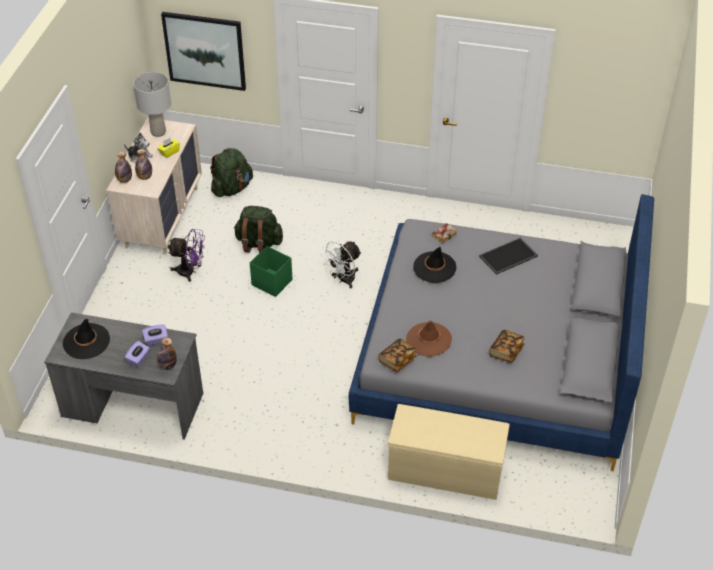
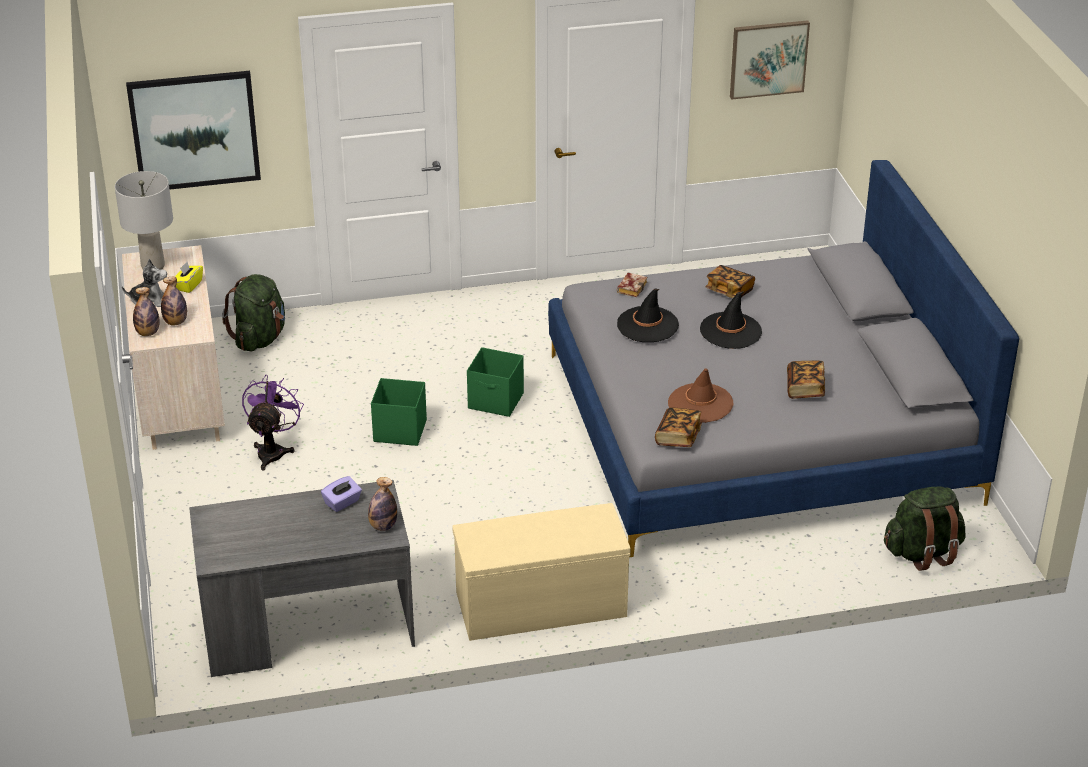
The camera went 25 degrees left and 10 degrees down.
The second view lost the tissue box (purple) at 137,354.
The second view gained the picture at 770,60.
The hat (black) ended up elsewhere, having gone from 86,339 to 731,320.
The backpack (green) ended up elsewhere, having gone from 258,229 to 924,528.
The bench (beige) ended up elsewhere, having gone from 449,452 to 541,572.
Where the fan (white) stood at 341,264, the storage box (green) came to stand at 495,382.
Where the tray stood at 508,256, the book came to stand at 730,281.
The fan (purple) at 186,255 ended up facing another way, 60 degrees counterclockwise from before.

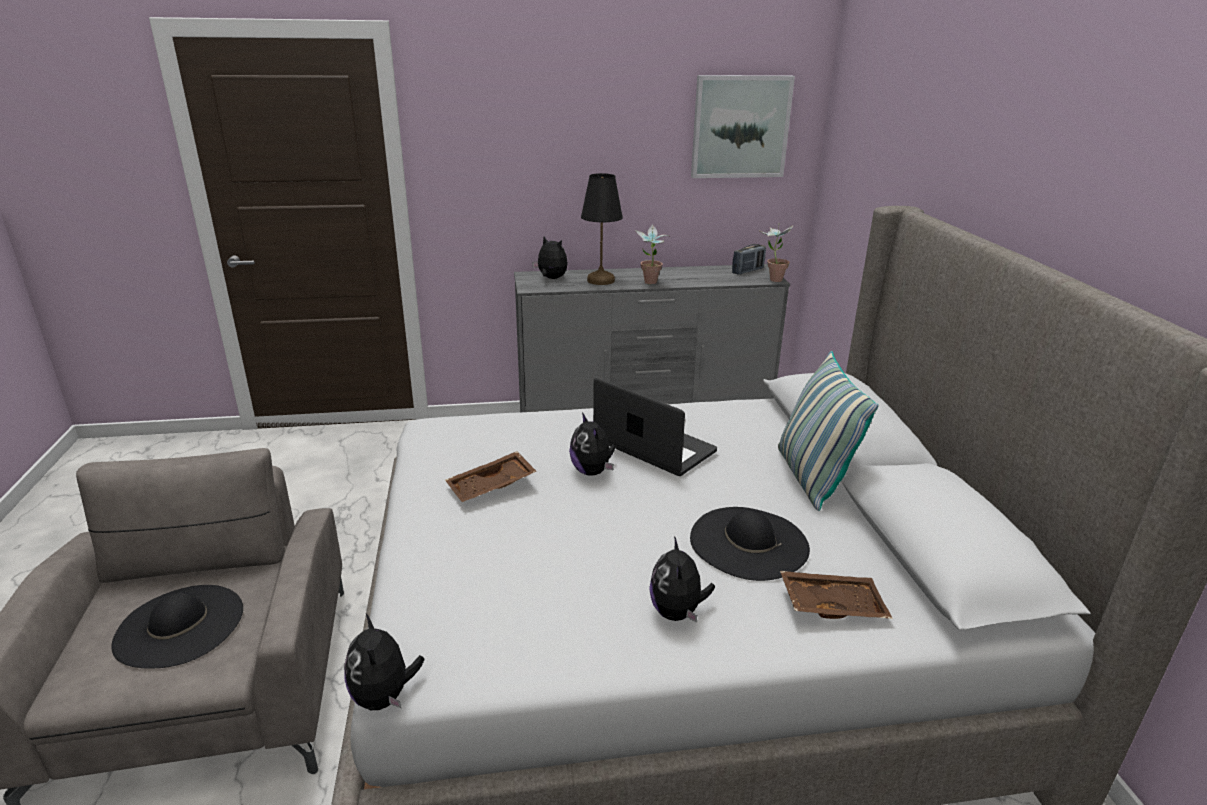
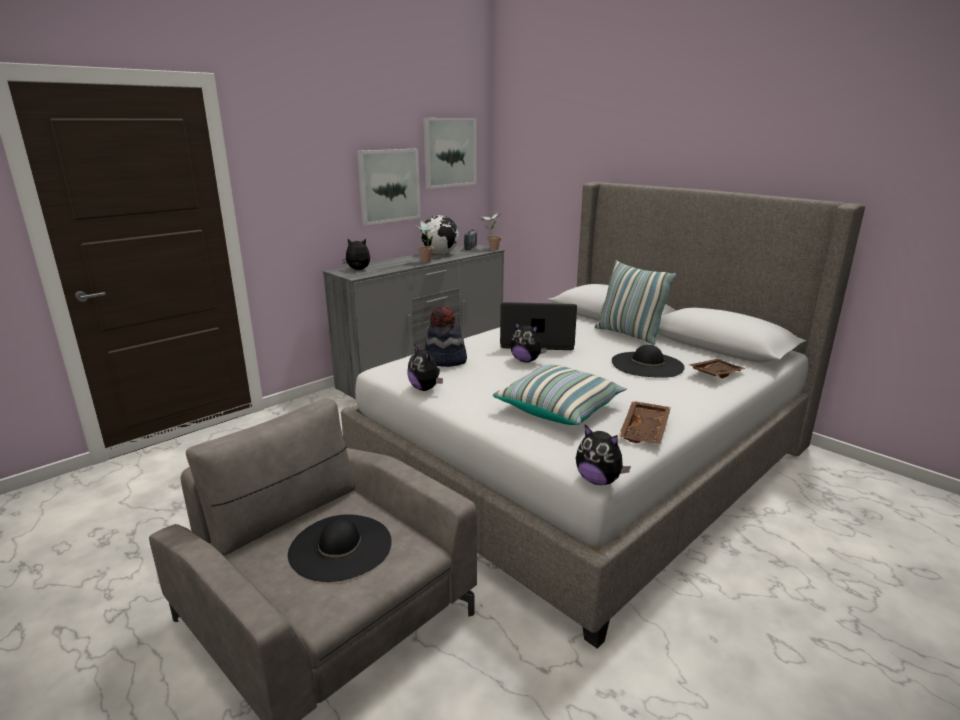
The camera went 35 degrees left and 5 degrees down.
The second view lost the table lamp (black) at 602,229.
The second view gained the picture at 389,187.
The second view gained the globe at 439,235.
The second view gained the hat at 446,336.
The second view gained the pillow at 560,395.
The tray (brown) ended up elsewhere, having gone from 491,476 to 644,422.
The plush toy ended up elsewhere, having gone from 682,579 to 425,367.

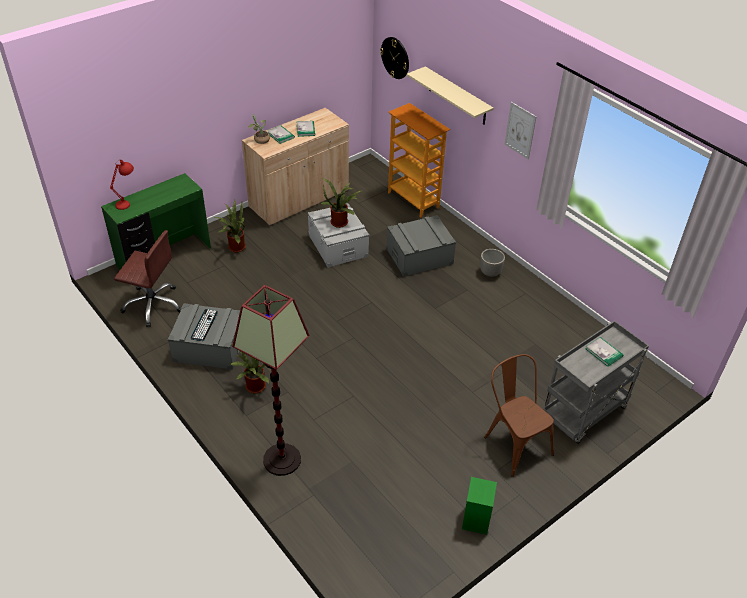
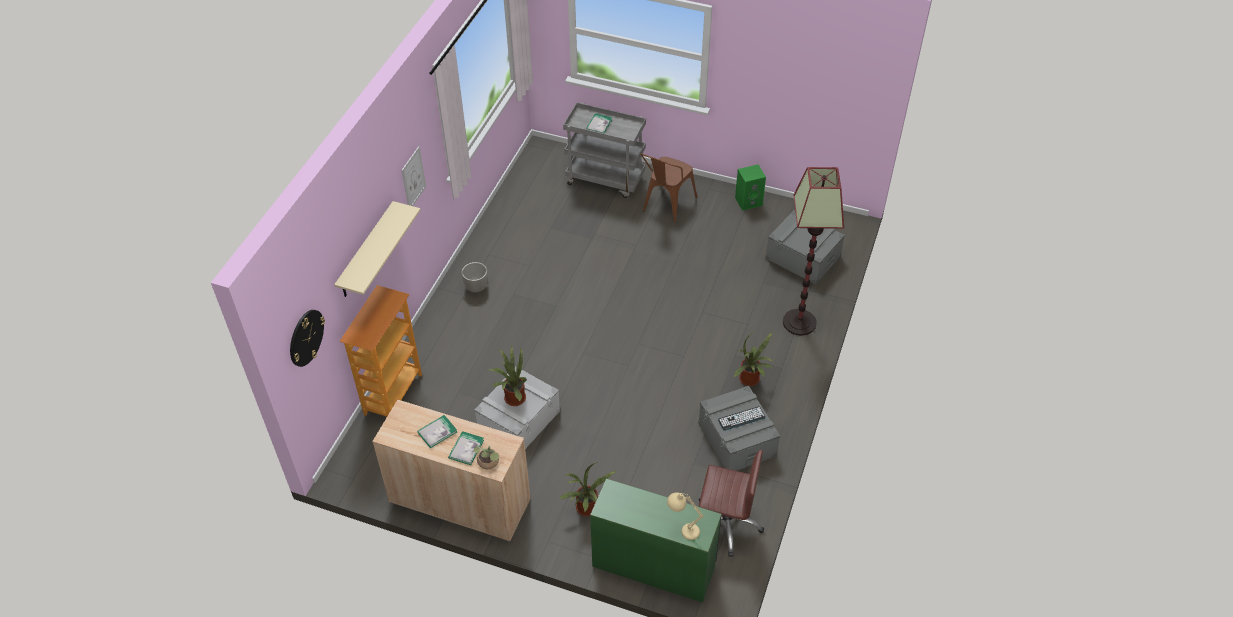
The camera went 120 degrees left and 5 degrees up.
The storage box (grey) ended up elsewhere, having gone from 421,246 to 805,247.
What was the table lamp (red) at 122,185 turned into the table lamp (beige) at 685,516.
The office chair (brown) at 148,278 ended up facing another way, 120 degrees clockwise from before.

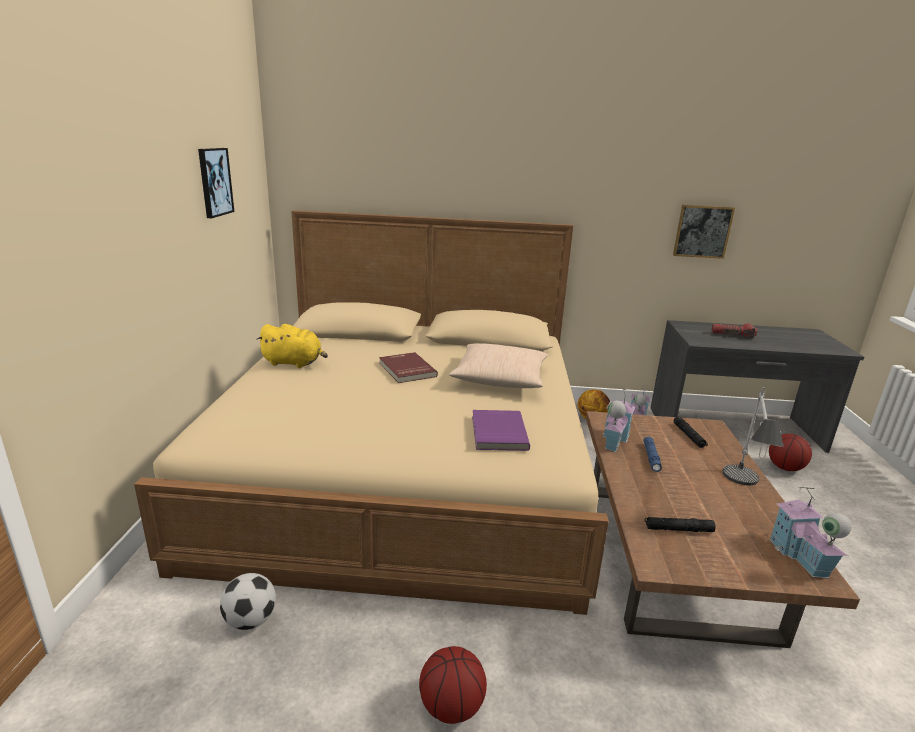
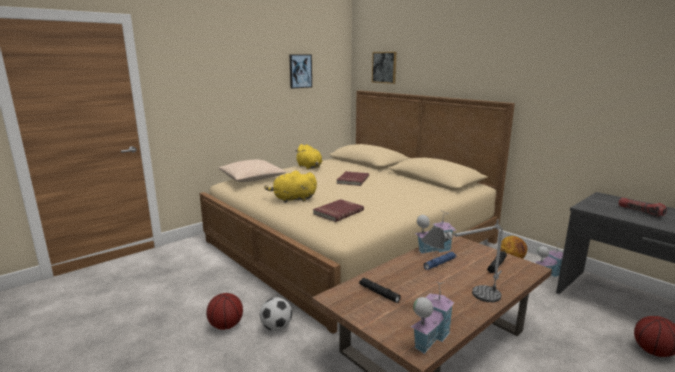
The camera went 45 degrees right and 5 degrees down.
The second view gained the plush toy (yellow) at 290,187.
The football ended up elsewhere, having gone from 248,601 to 276,314.
The pillow (beige) ended up elsewhere, having gone from 498,365 to 252,171.
The picture ended up elsewhere, having gone from 704,232 to 384,68.
What was the book (purple) at 501,430 turned into the book (red) at 338,210.

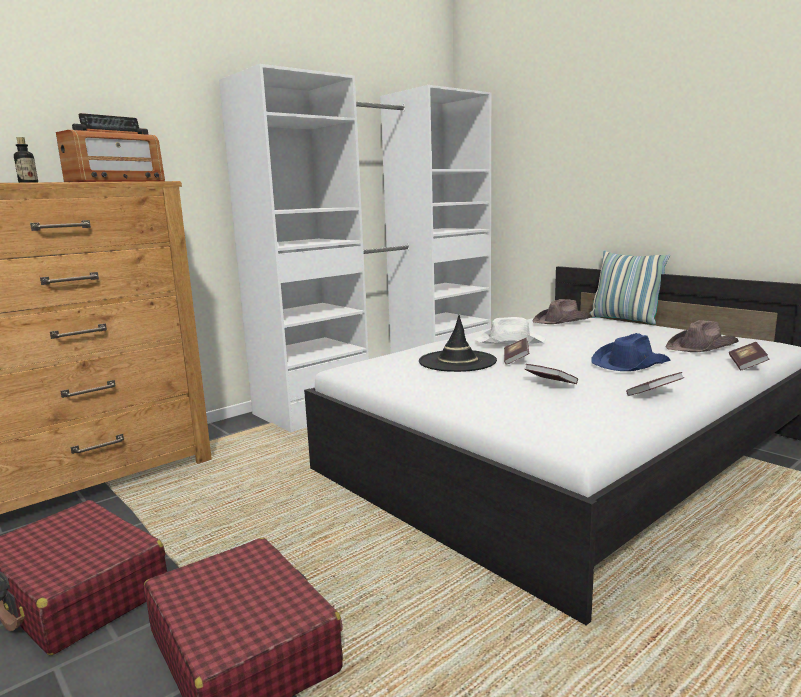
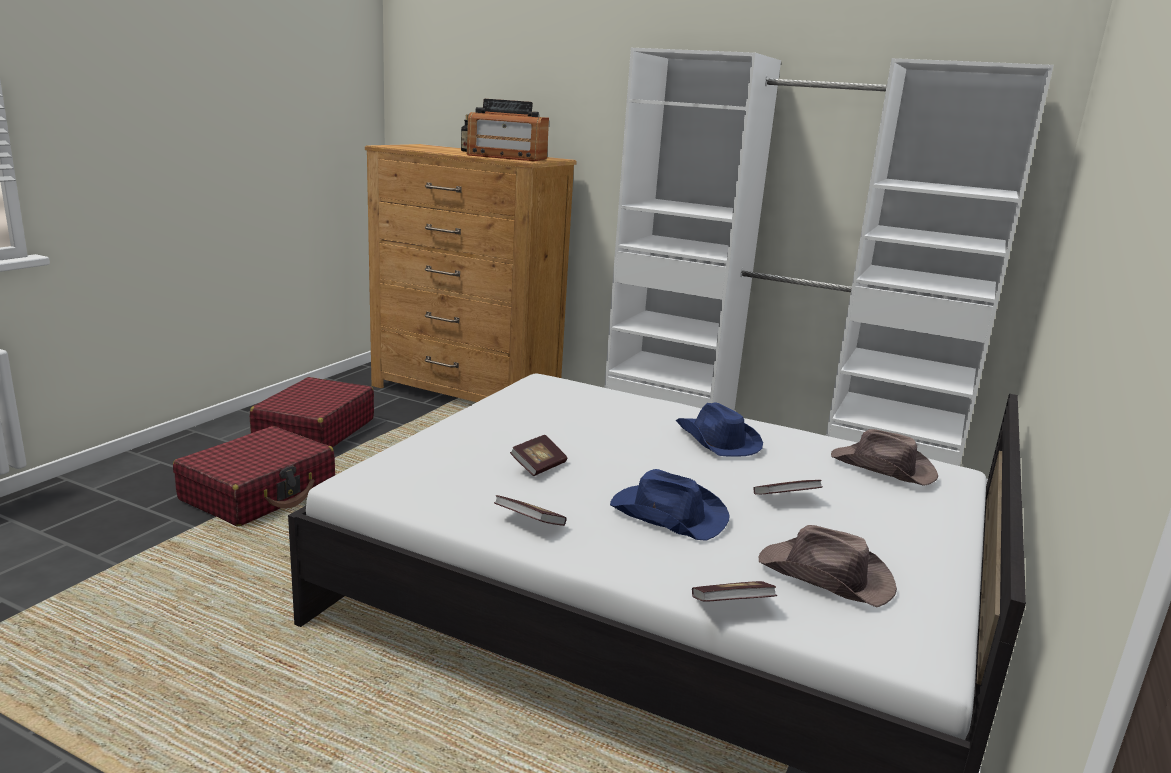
The camera went 65 degrees right and 5 degrees up.
The second view lost the hat (black) at 458,343.
The second view lost the pillow at 630,287.
The book ended up elsewhere, having gone from 516,351 to 788,487.
What was the hat (white) at 510,330 turned into the hat (blue) at 719,429.

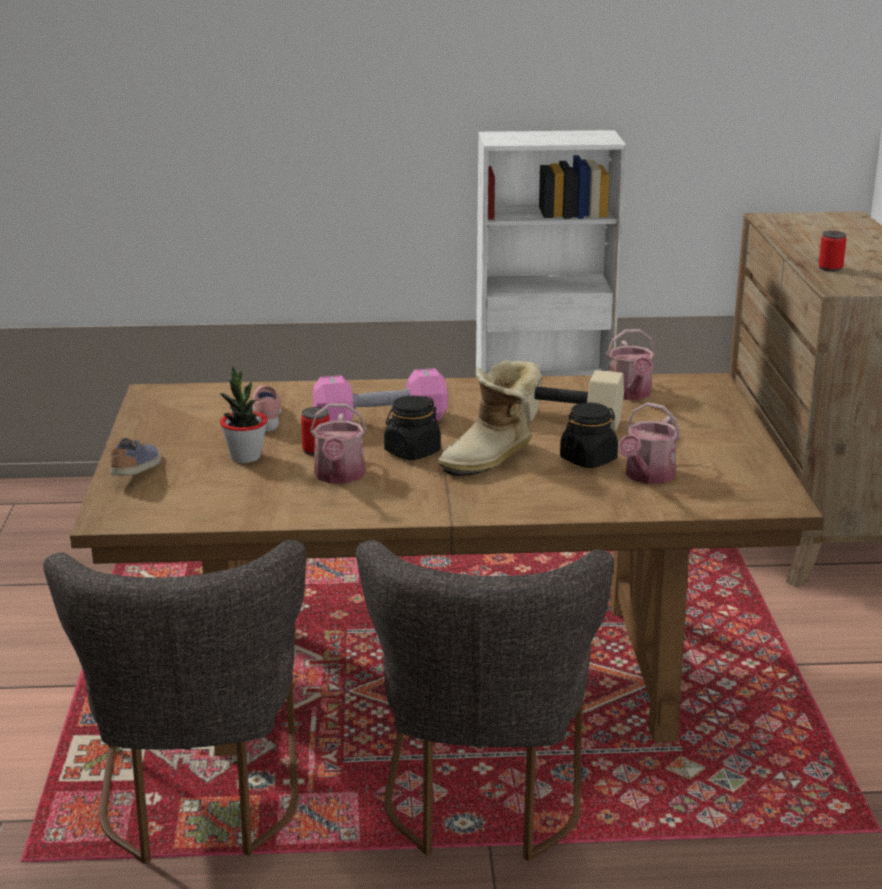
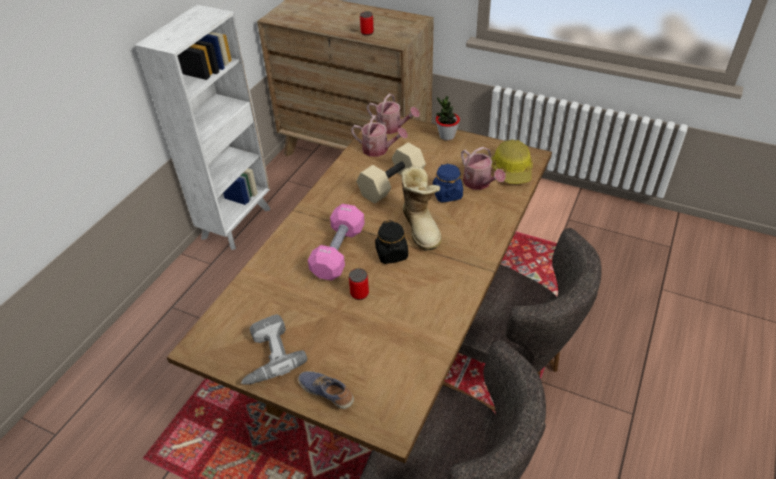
The camera went 60 degrees left and 20 degrees up.
The second view lost the shoe (pink) at 267,408.
The second view gained the power drill at 274,349.
The second view gained the hard hat at 512,161.
The potted plant ended up elsewhere, having gone from 243,414 to 448,118.
The watering can ended up elsewhere, having gone from 338,443 to 393,114.
What was the jar (black) at 589,435 turned into the jar (blue) at 448,182.

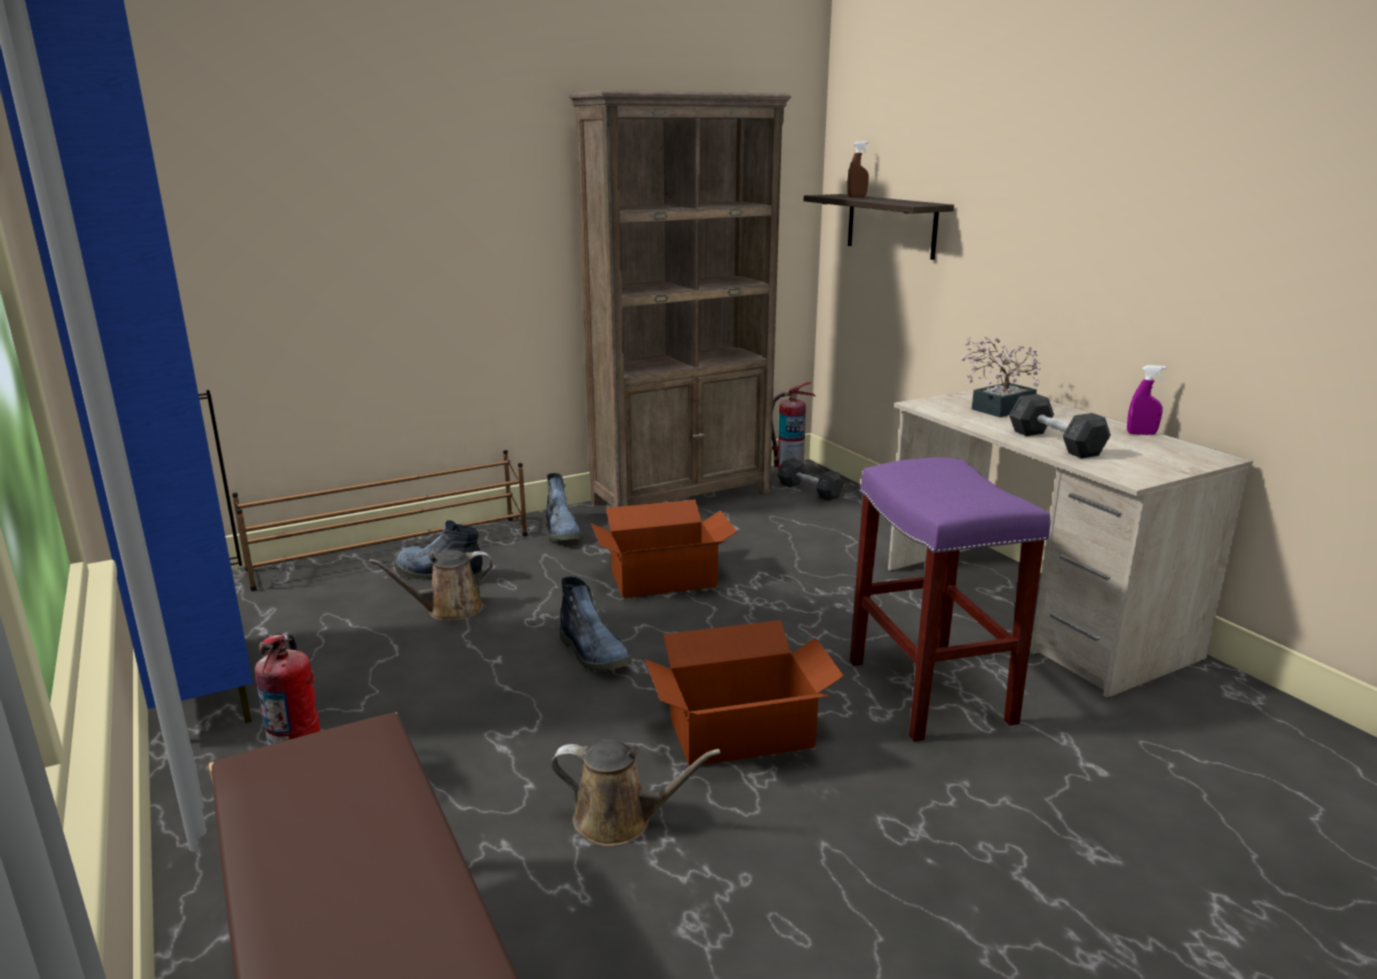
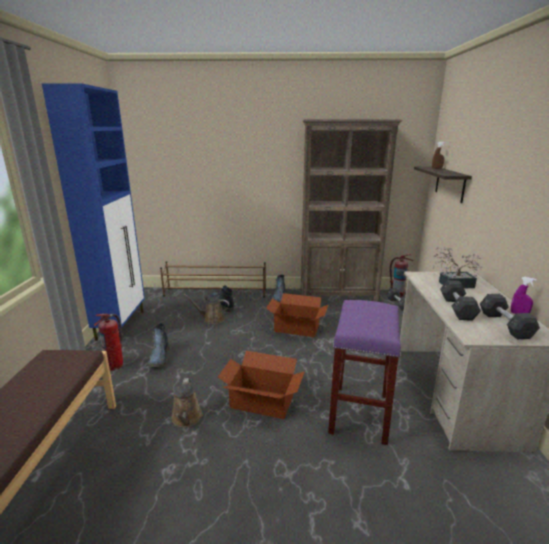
The camera went 30 degrees right and 0 degrees up.
The second view gained the dumbbell (grey) at 510,316.
The boot ended up elsewhere, having gone from 595,624 to 158,345.
The watering can (brown) at 636,793 ended up facing another way, 45 degrees clockwise from before.

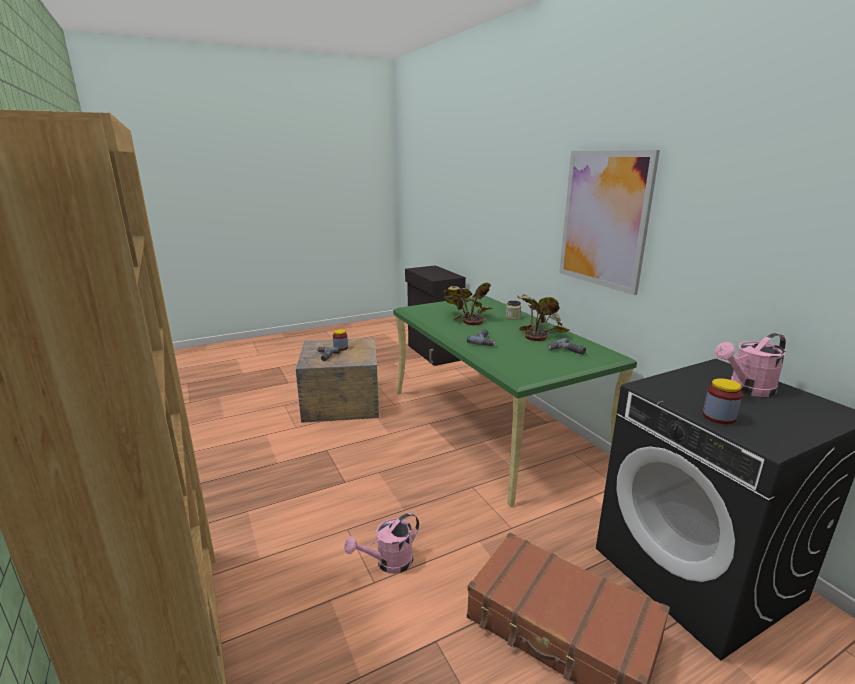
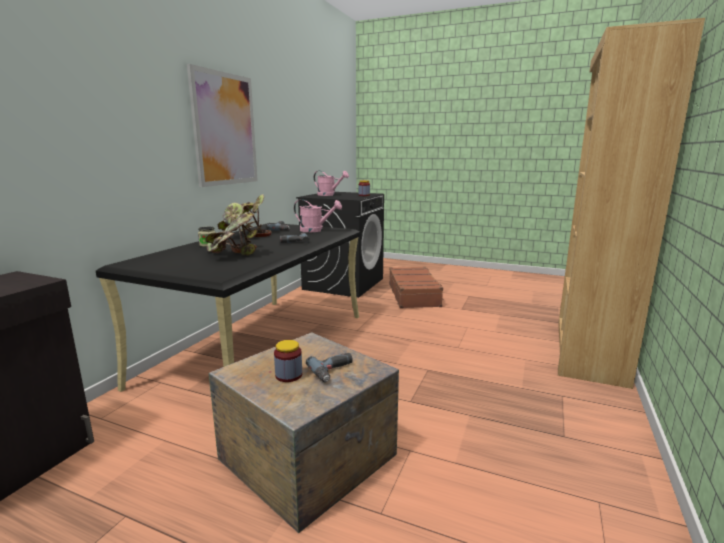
The camera went 130 degrees left and 5 degrees down.
The watering can (pink) ended up elsewhere, having gone from 381,543 to 318,215.
What was the desk (green) at 515,401 turned into the desk (black) at 228,307.

